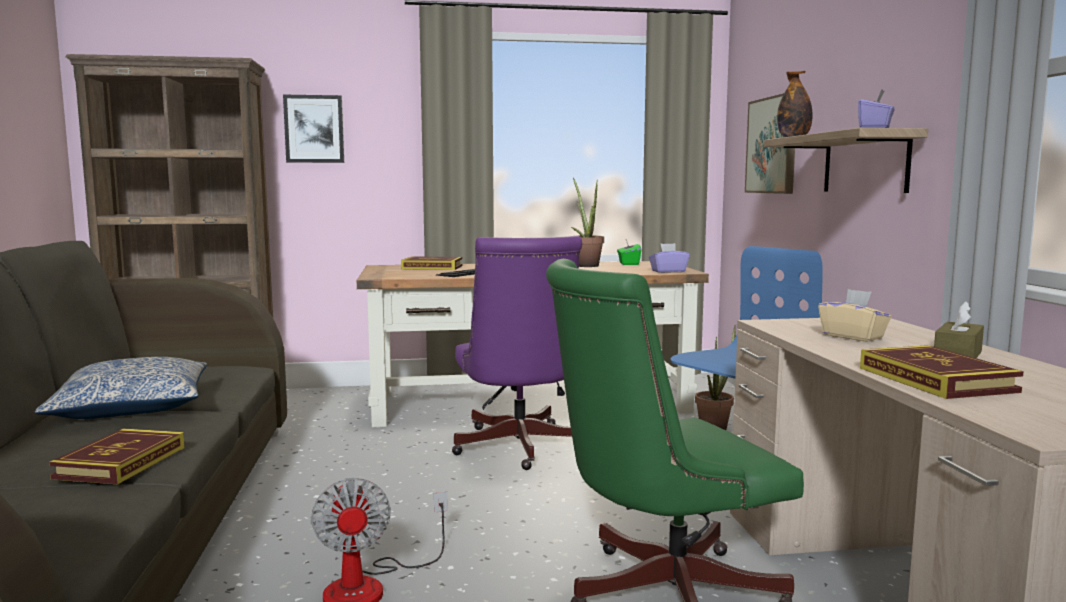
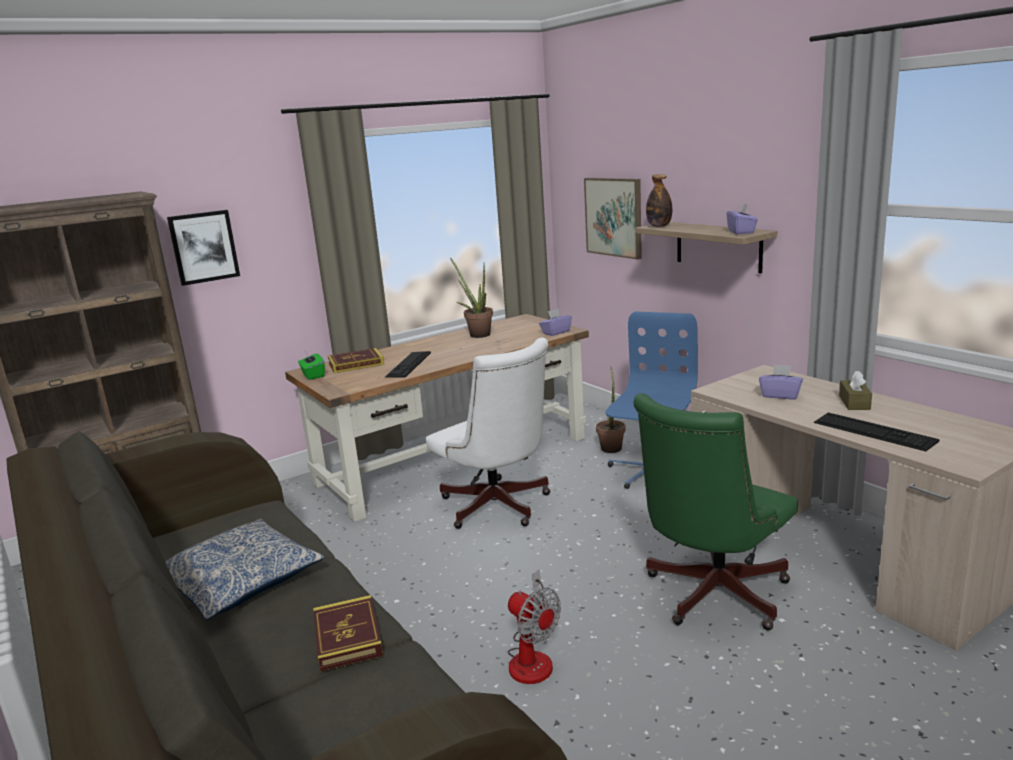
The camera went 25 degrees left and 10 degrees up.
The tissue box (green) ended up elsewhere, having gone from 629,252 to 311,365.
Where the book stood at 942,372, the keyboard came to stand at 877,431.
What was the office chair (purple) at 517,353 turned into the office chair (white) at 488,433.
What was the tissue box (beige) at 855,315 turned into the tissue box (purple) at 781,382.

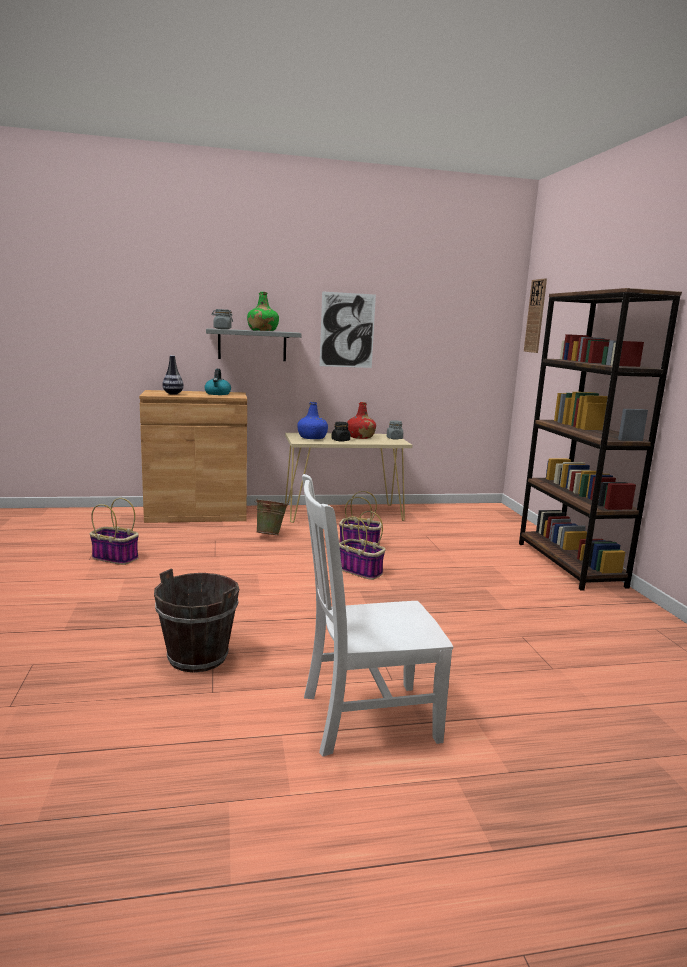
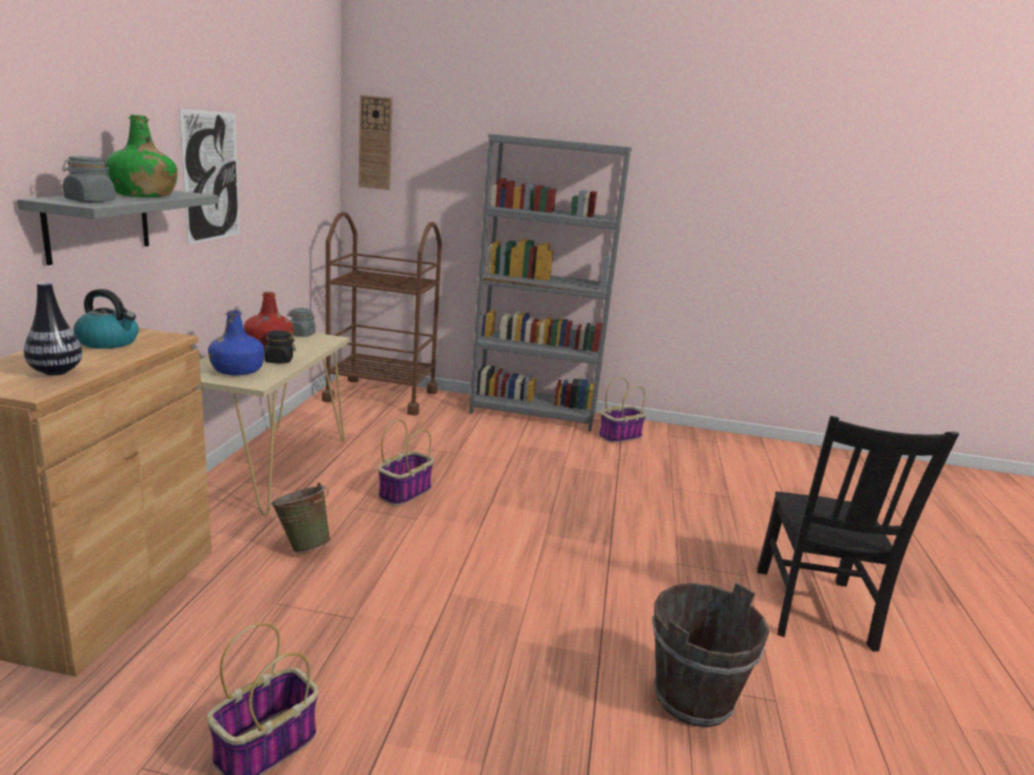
The camera went 70 degrees left and 5 degrees up.
The second view gained the cart (brown) at 382,313.
The basket ended up elsewhere, having gone from 362,545 to 622,410.
What was the chair (white) at 377,615 turned into the chair (black) at 858,534.
What was the bookcase (brown) at 600,439 turned into the bookcase (grey) at 550,283.

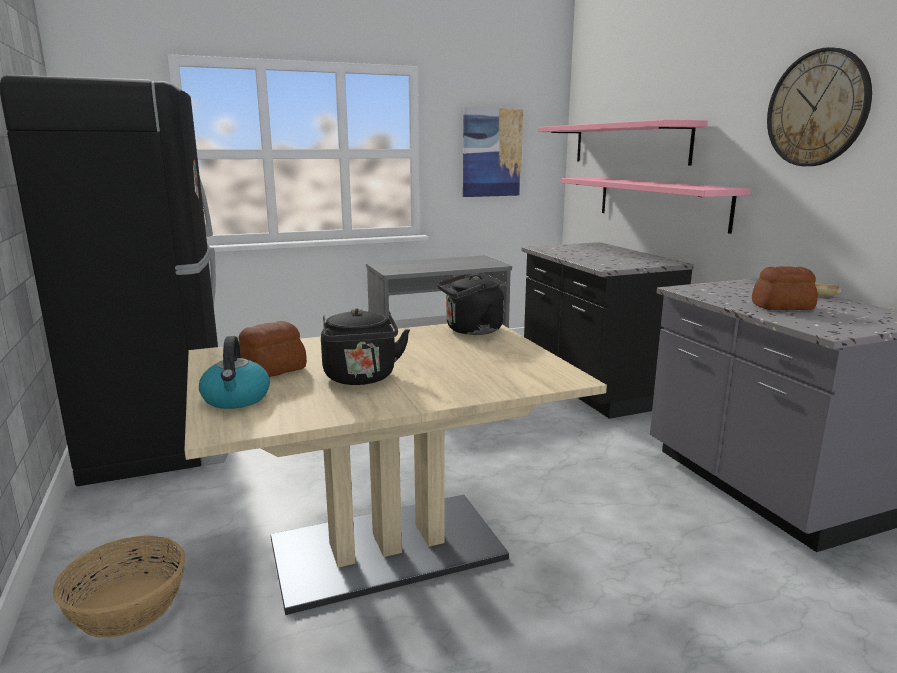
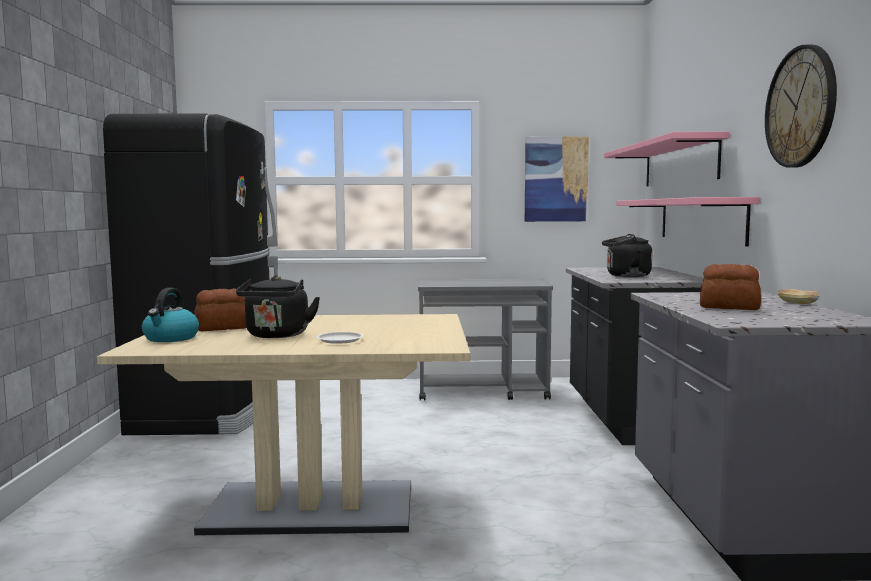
The camera went 20 degrees right and 10 degrees down.
The second view lost the basket at 119,587.
The second view gained the plate (white) at 340,338.
The kettle (black) ended up elsewhere, having gone from 470,304 to 627,255.

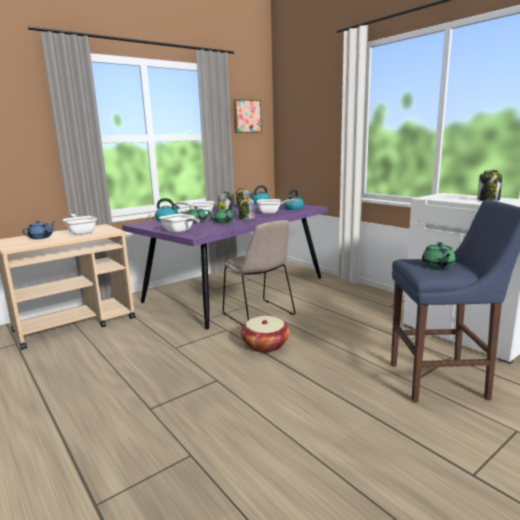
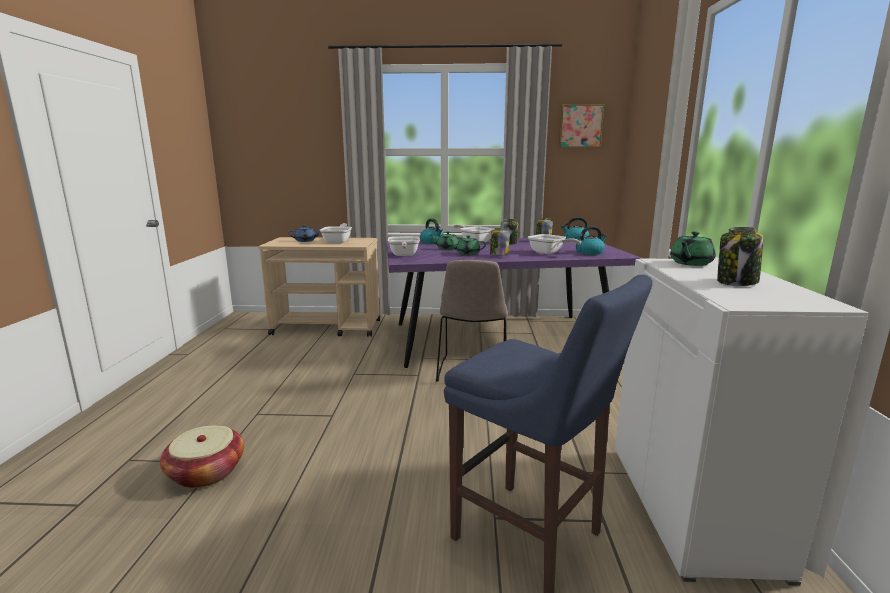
The camera went 40 degrees right and 0 degrees up.
The basket ended up elsewhere, having gone from 265,334 to 202,456.
The teapot (green) ended up elsewhere, having gone from 439,255 to 693,249.

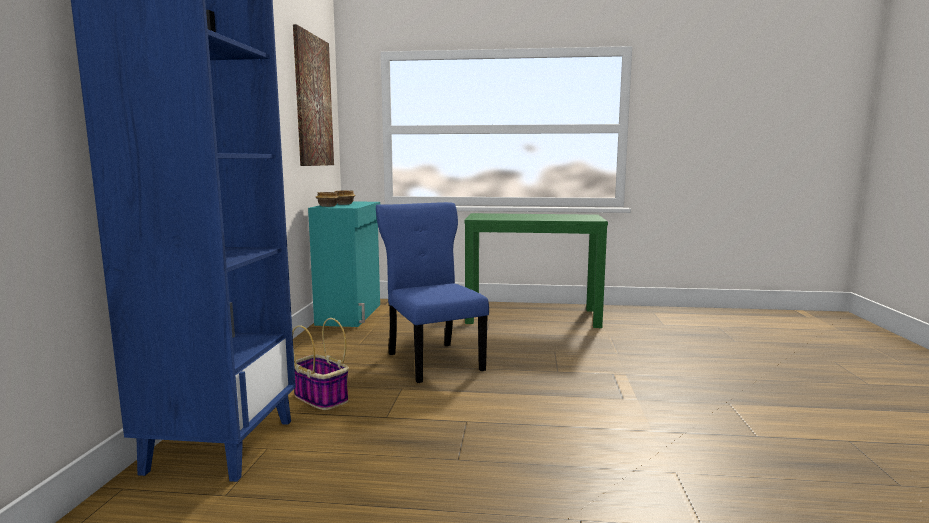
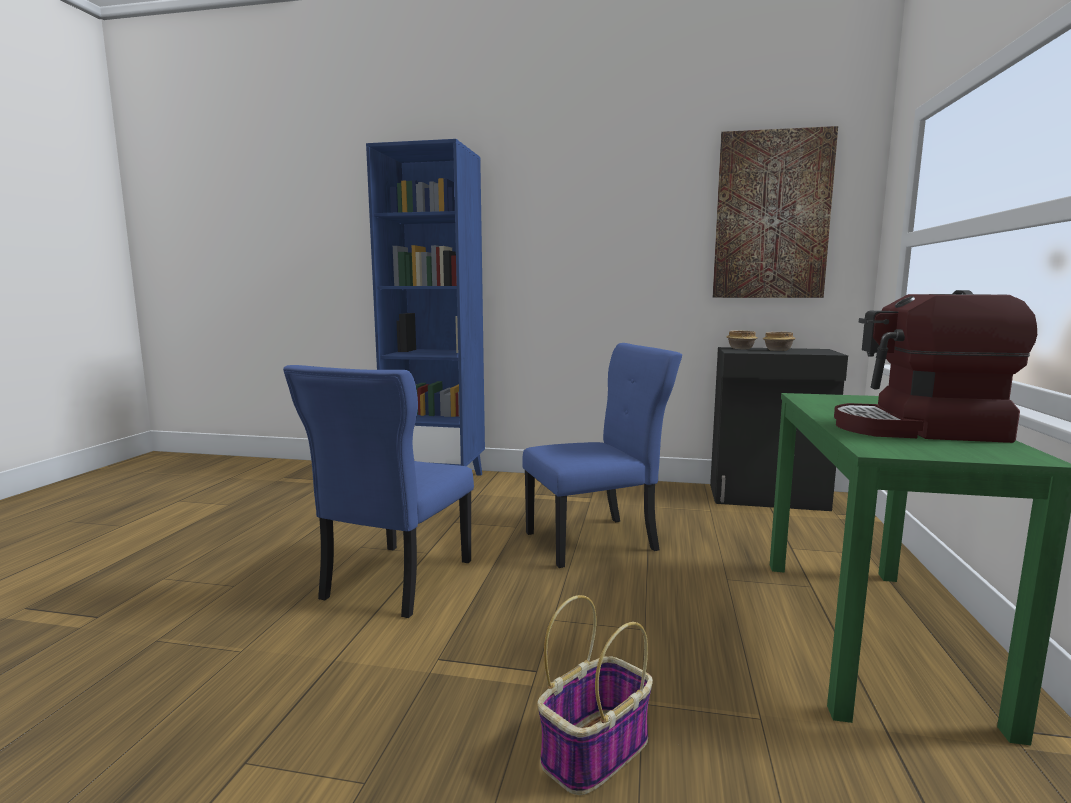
The camera went 95 degrees right and 0 degrees up.
The second view gained the chair (blue) at 378,491.
The second view gained the coffee machine at 935,366.
The basket ended up elsewhere, having gone from 320,364 to 595,695.
What was the cabinet (turquoise) at 344,264 turned into the cabinet (black) at 779,429.

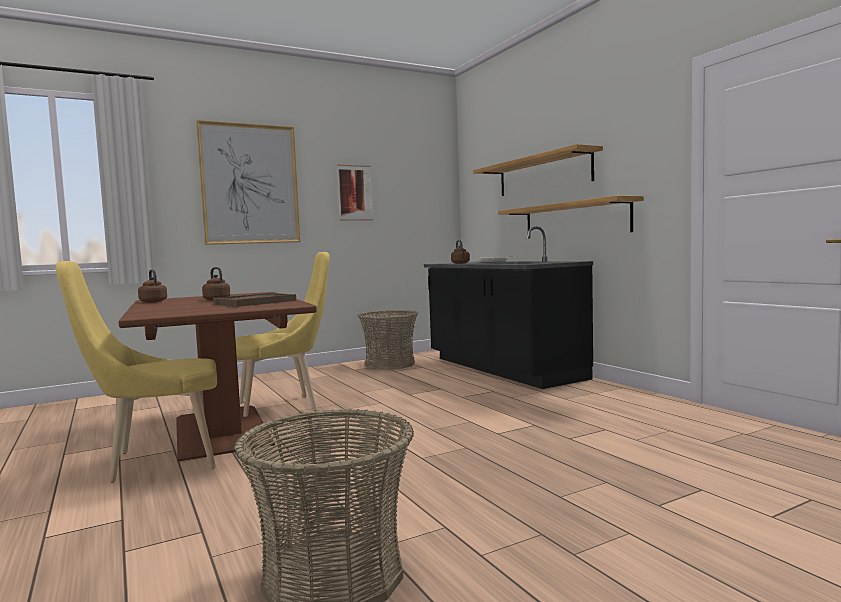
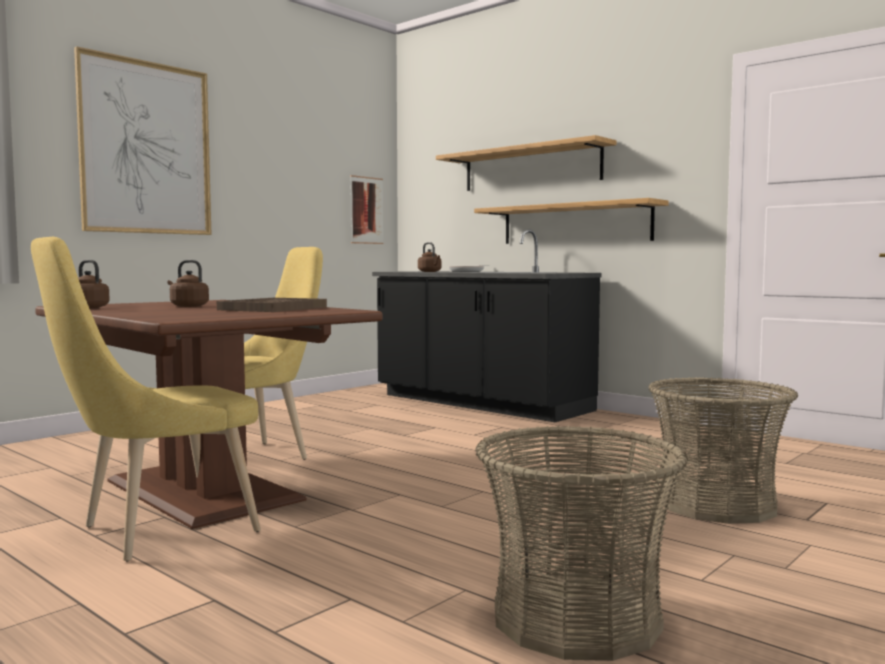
The camera went 20 degrees left and 0 degrees up.
The picture ended up elsewhere, having gone from 355,193 to 366,209.
The basket ended up elsewhere, having gone from 387,340 to 723,450.

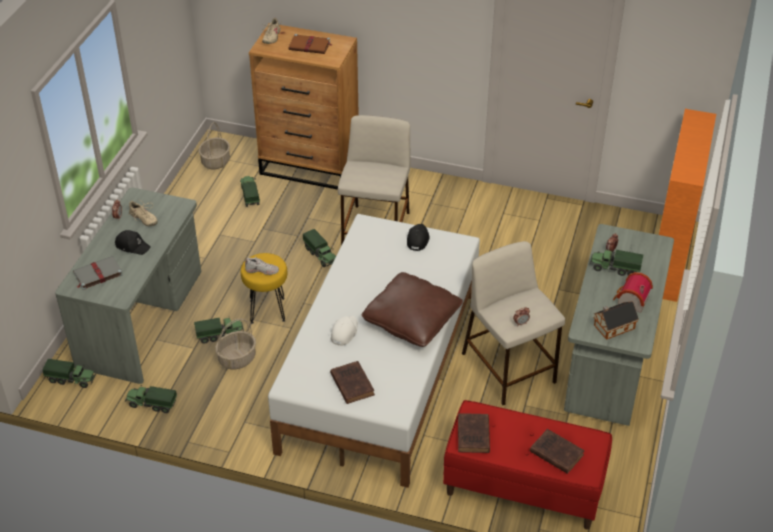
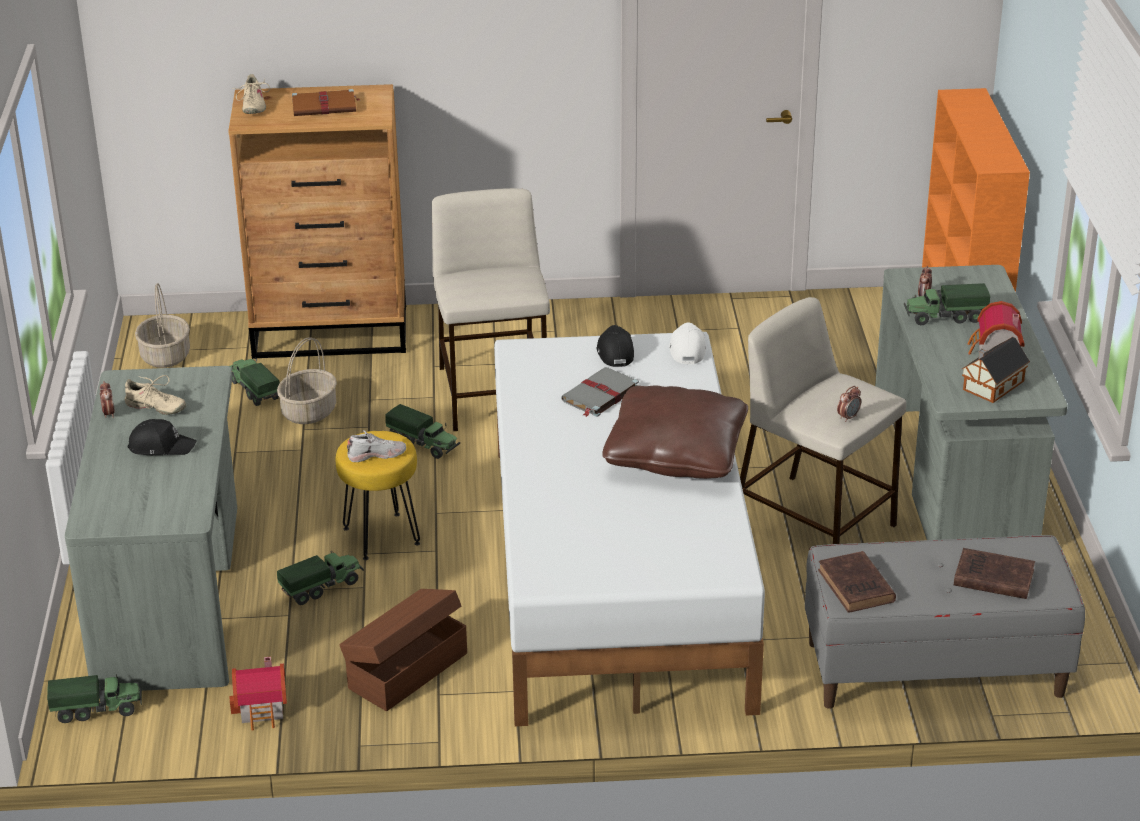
The camera went 20 degrees left and 10 degrees down.
The second view lost the book (brown) at 352,382.
The second view gained the storage box (brown) at 403,650.
The book (grey) ended up elsewhere, having gone from 98,273 to 600,392.
The basket ended up elsewhere, having gone from 235,343 to 307,380.
The cap (white) ended up elsewhere, having gone from 344,331 to 687,343.
Where the toy truck stood at 151,399, the toy house came to stand at 258,694.
What was the bench (red) at 527,465 turned into the bench (grey) at 945,622.

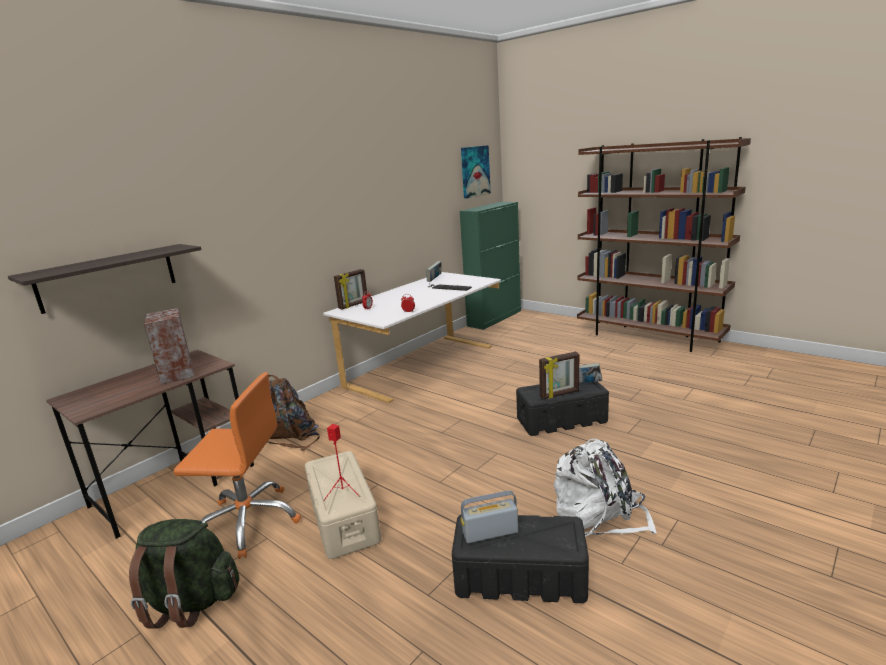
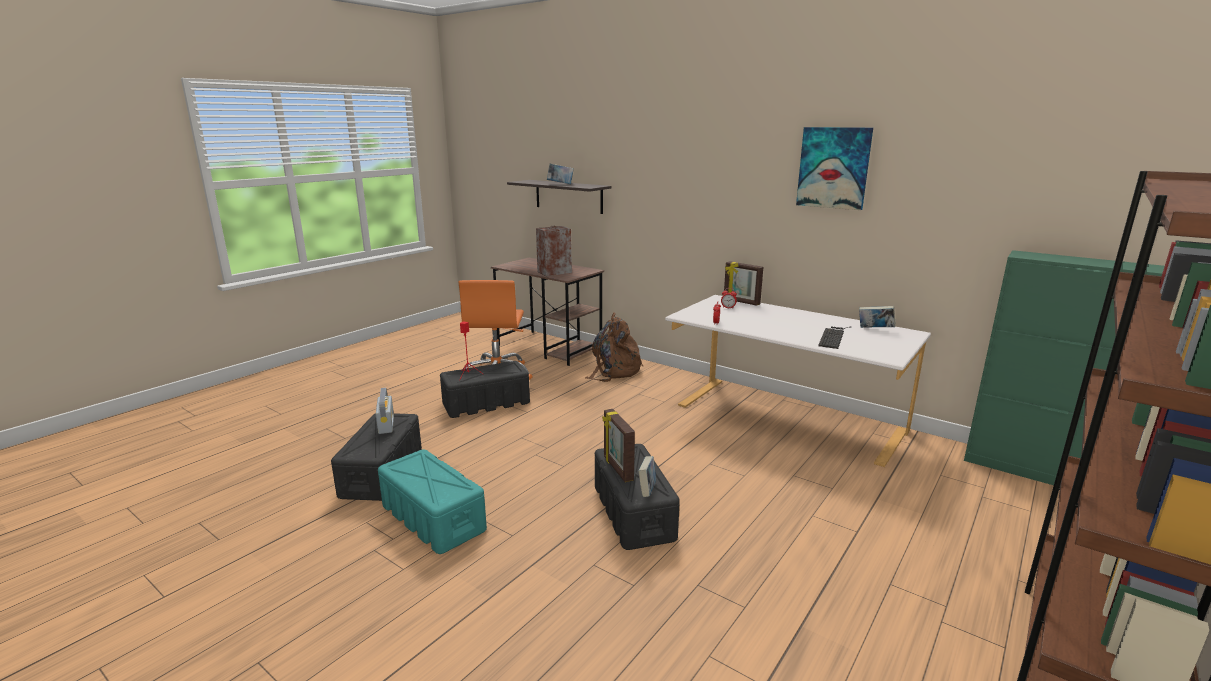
The camera went 85 degrees right and 0 degrees up.
The second view lost the backpack (green) at 184,574.
The second view gained the book at 560,174.
The picture ended up elsewhere, having gone from 476,172 to 834,168.
Where the backpack (white) stood at 605,488, the storage box (turquoise) came to stand at 432,501.
What was the storage box (beige) at 343,505 turned into the storage box (black) at 485,389.

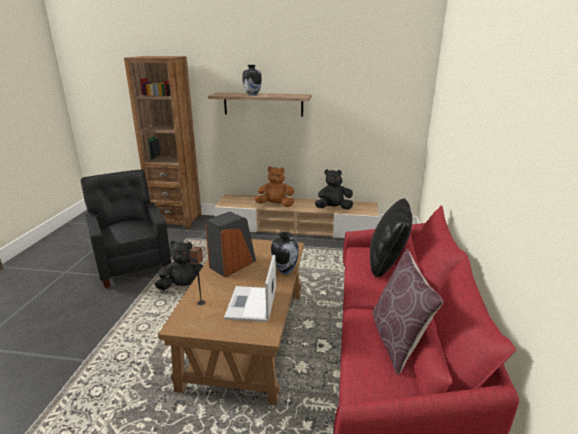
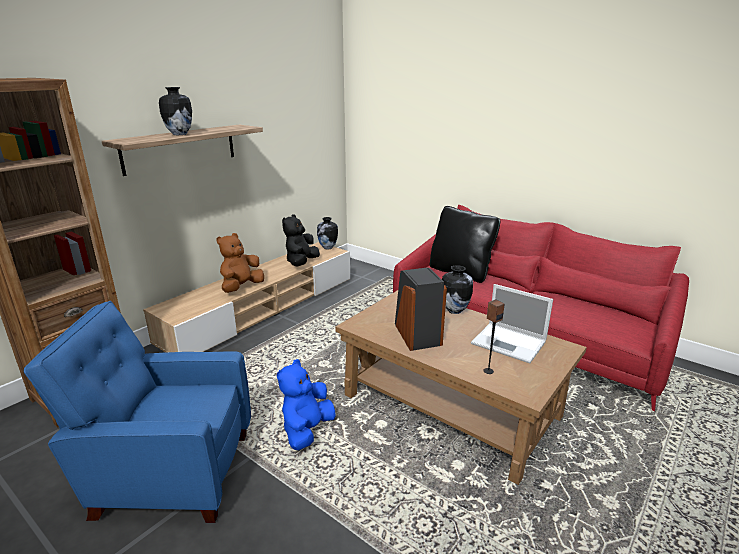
The camera went 60 degrees left and 0 degrees up.
The second view lost the pillow (brown) at 408,312.
The second view gained the vase at 327,233.
What was the armchair (black) at 125,228 turned into the armchair (blue) at 137,412.
What was the plush toy (black) at 179,266 turned into the plush toy (blue) at 306,404.

